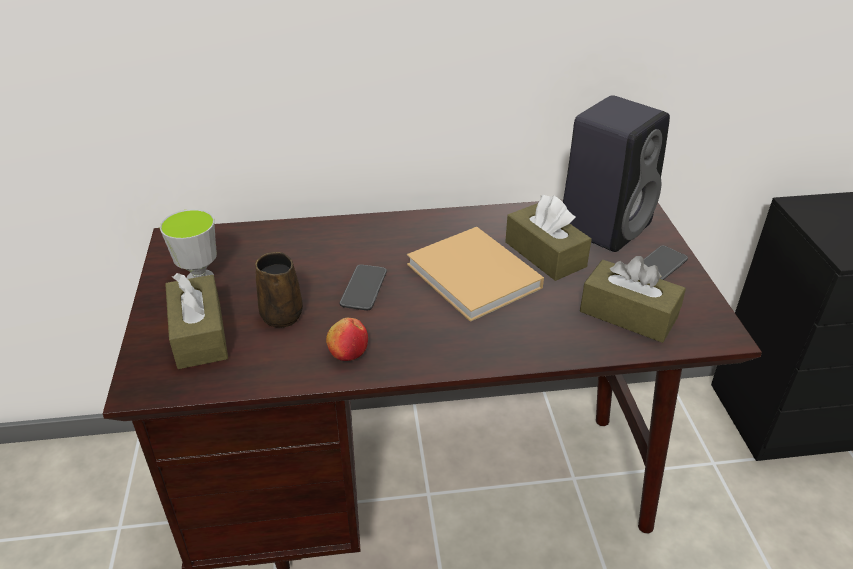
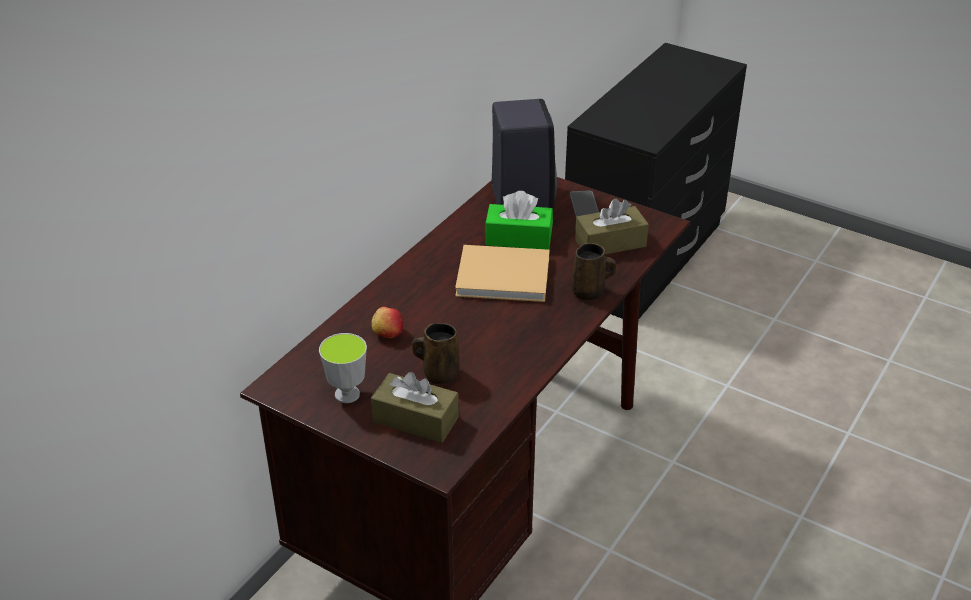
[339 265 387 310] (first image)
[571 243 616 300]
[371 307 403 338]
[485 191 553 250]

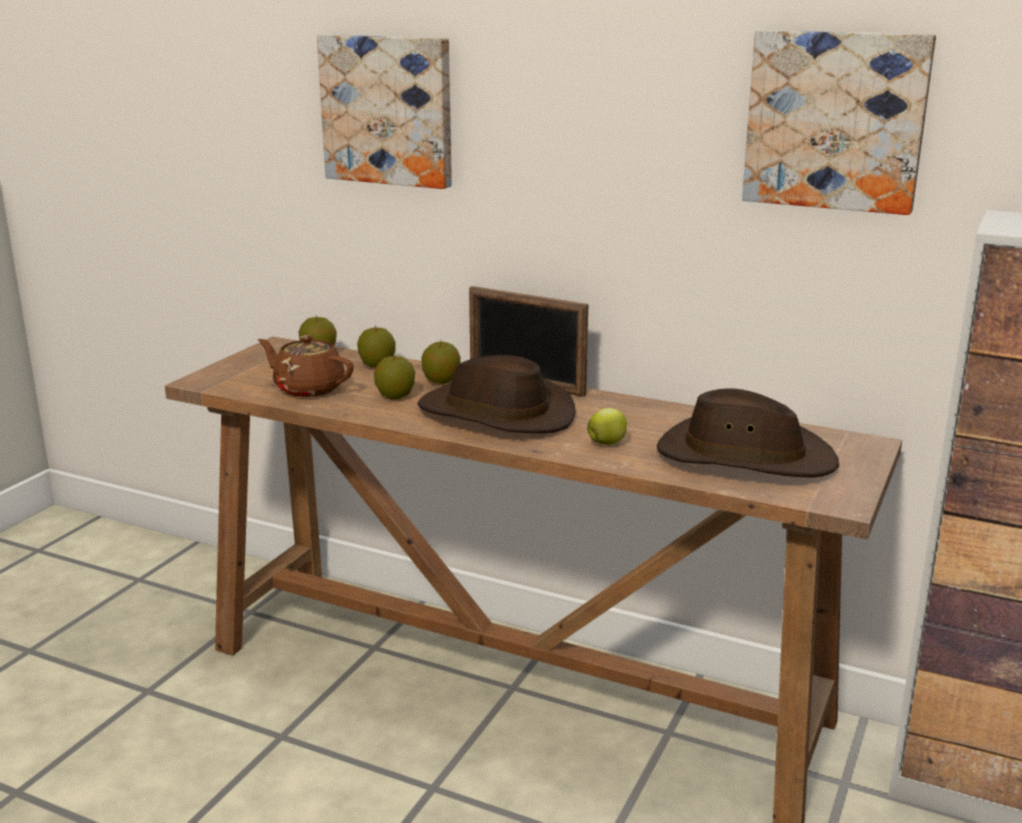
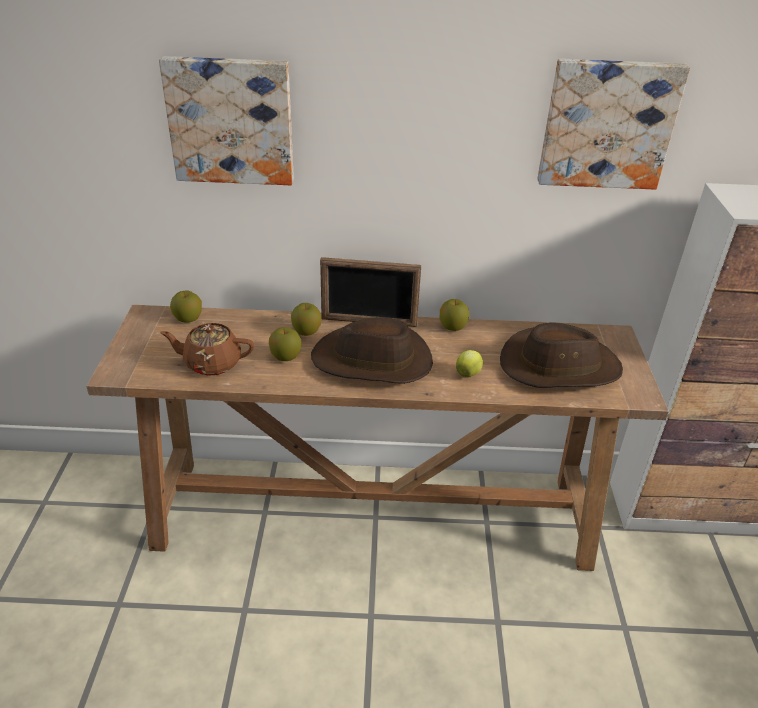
[439 299 470 331]

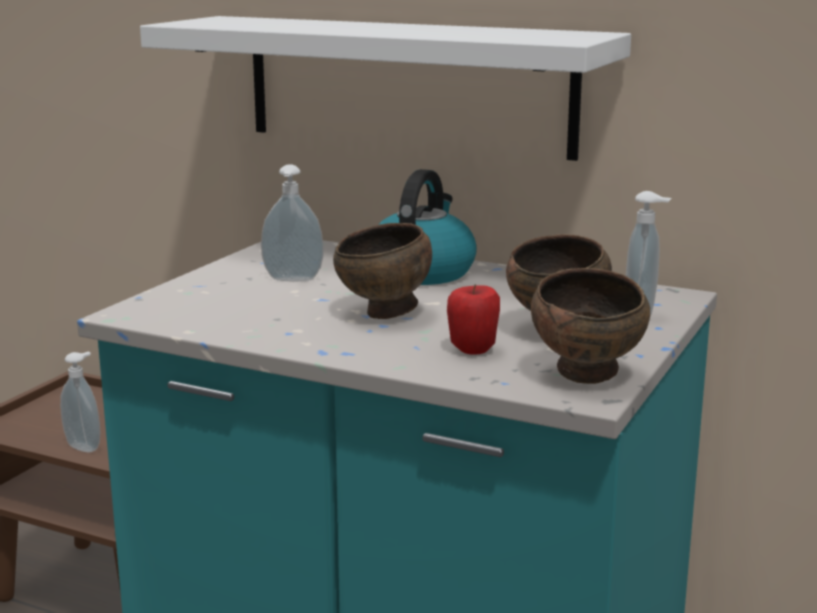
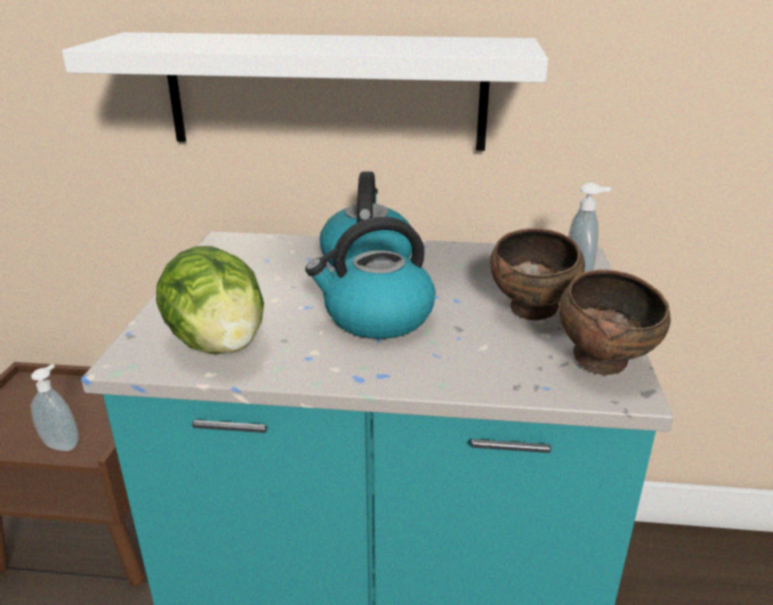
[261 164 324 281] (first image)
[447 284 500 355] (first image)
[156 246 264 354]
[305 217 435 339]

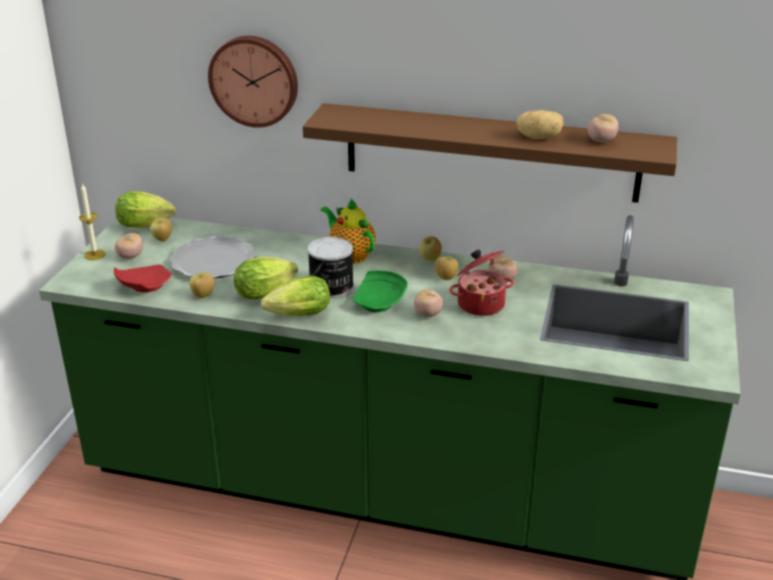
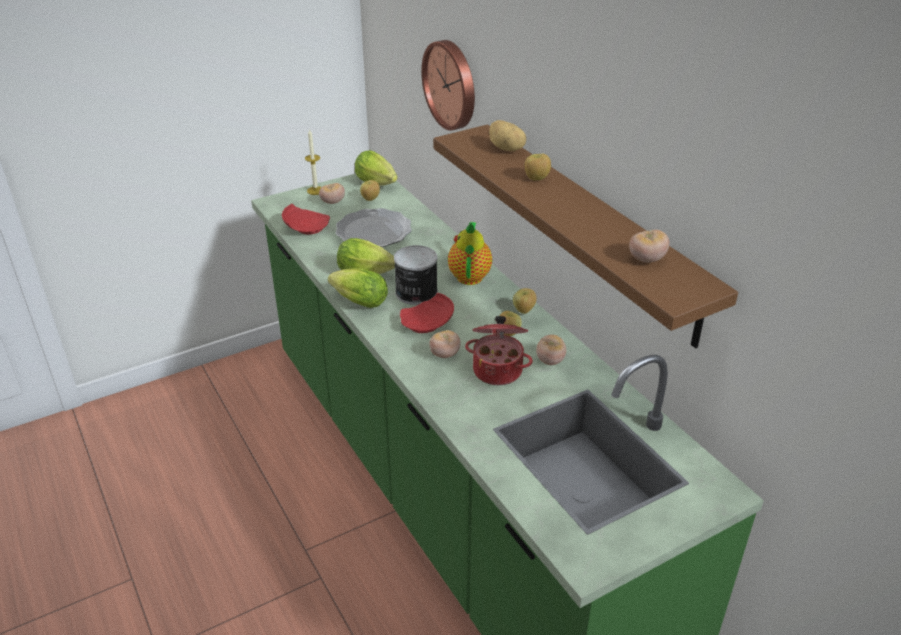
[525 154 551 180]
[489 120 526 151]
[400 293 454 333]

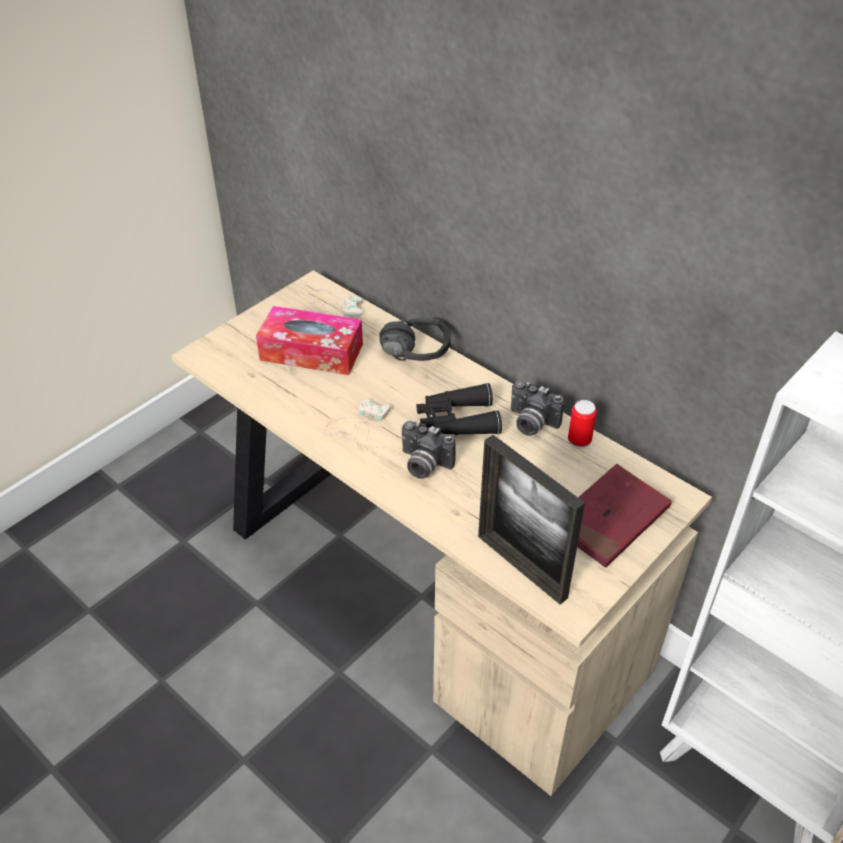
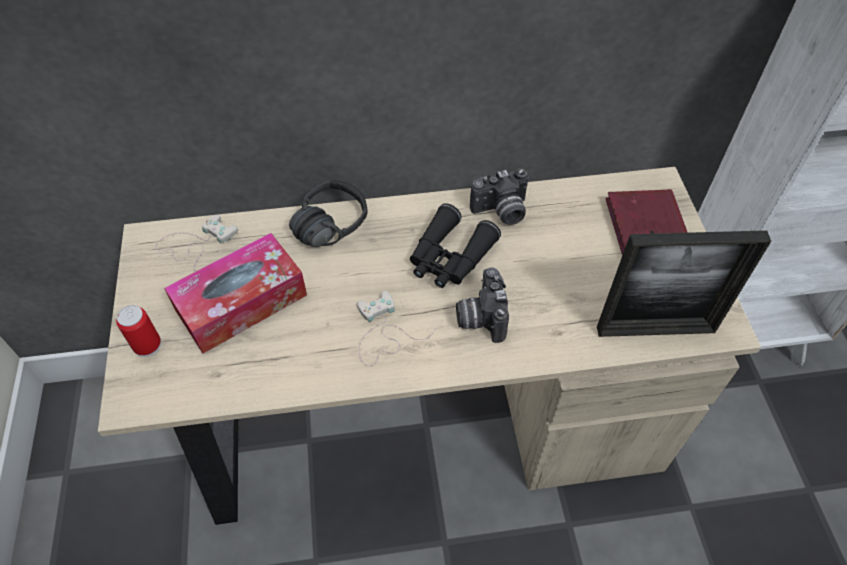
[116 305 161 357]
[456 268 509 343]

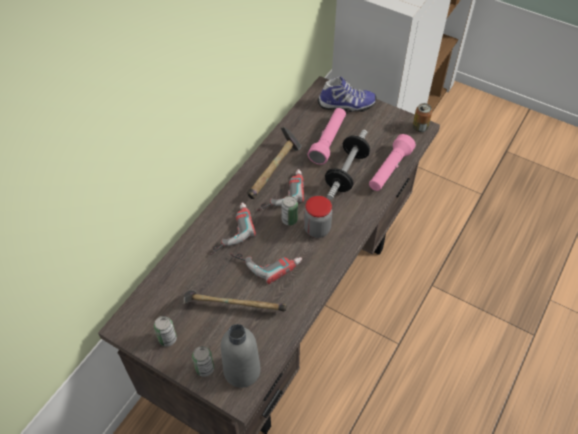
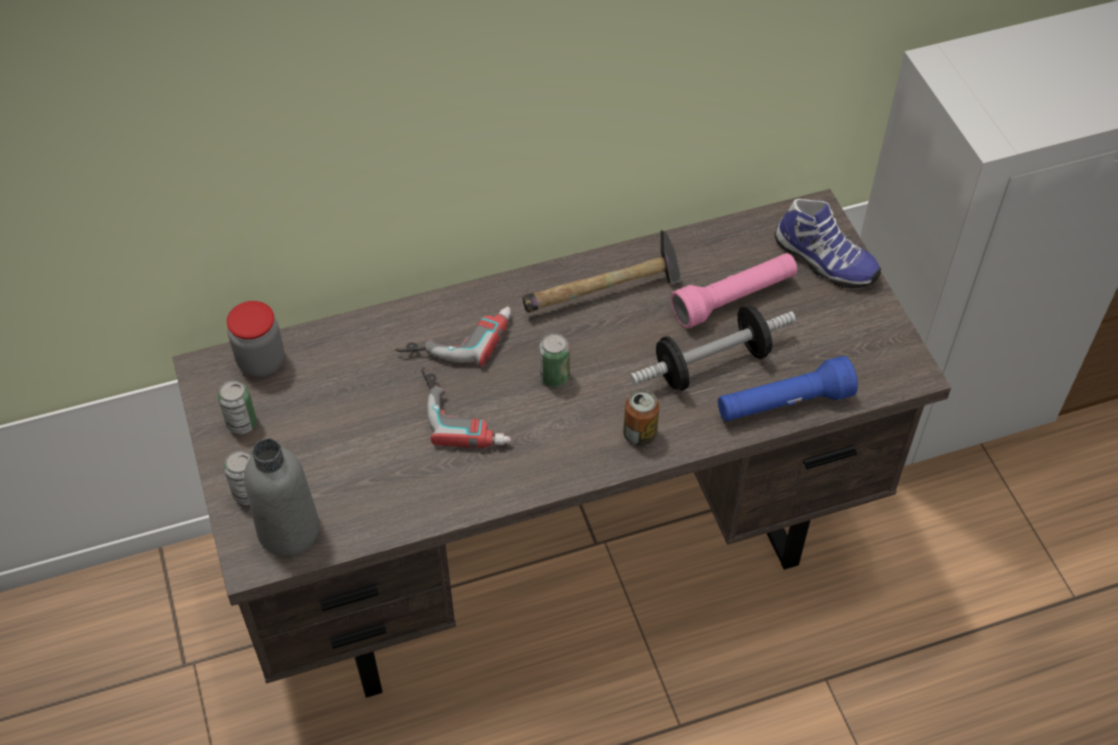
[183 290 287 311] (first image)
[256 169 304 211] (first image)
[227 301 284 377]
[623 389 660 446]
[718 356 858 421]

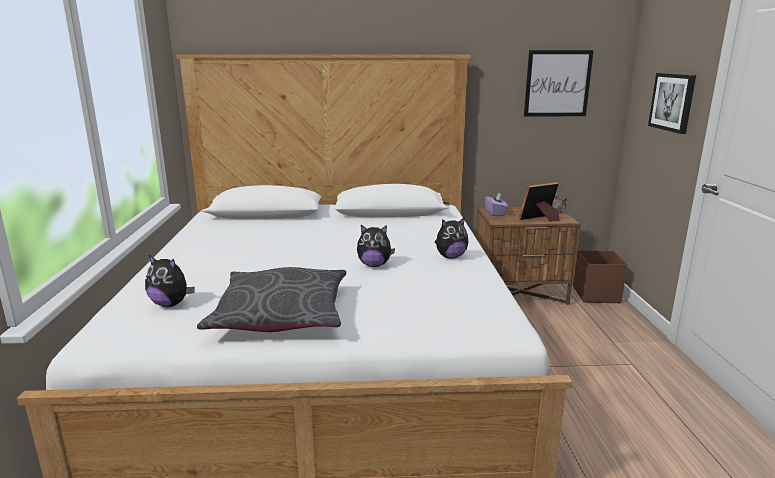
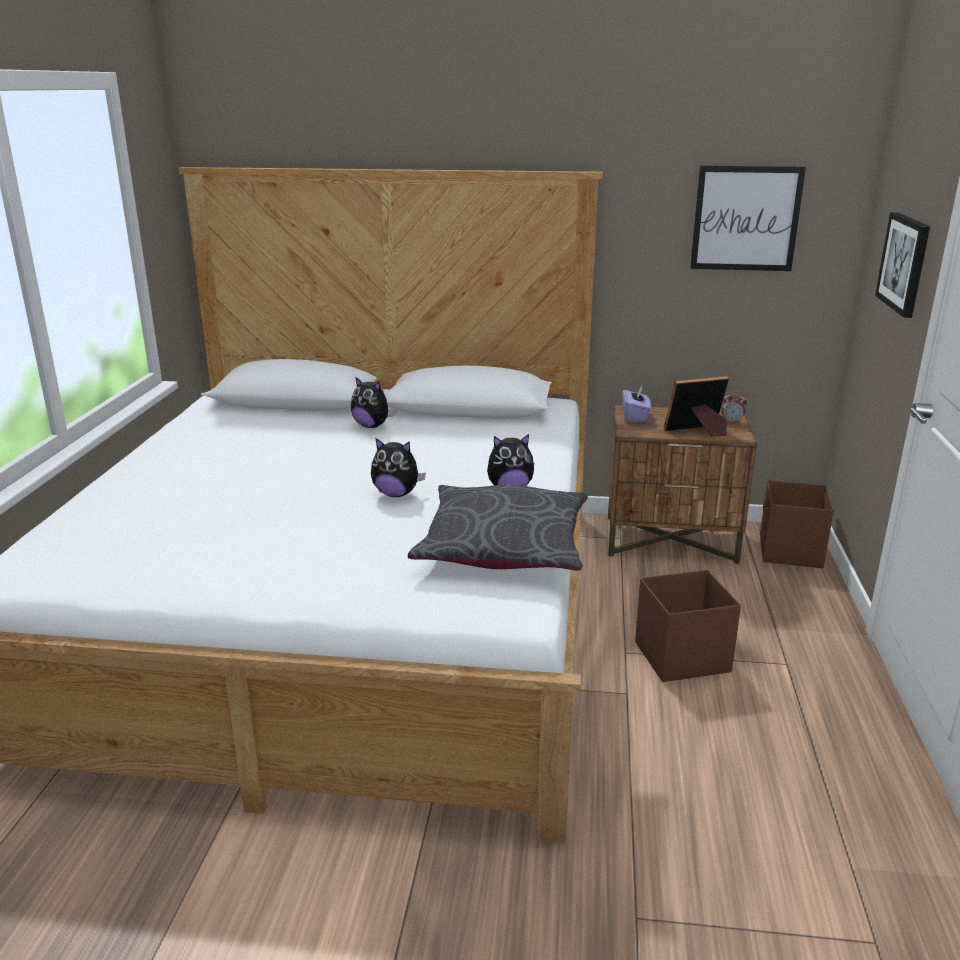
[635 570 741 682]
[351 376 396 428]
[408 485 588 571]

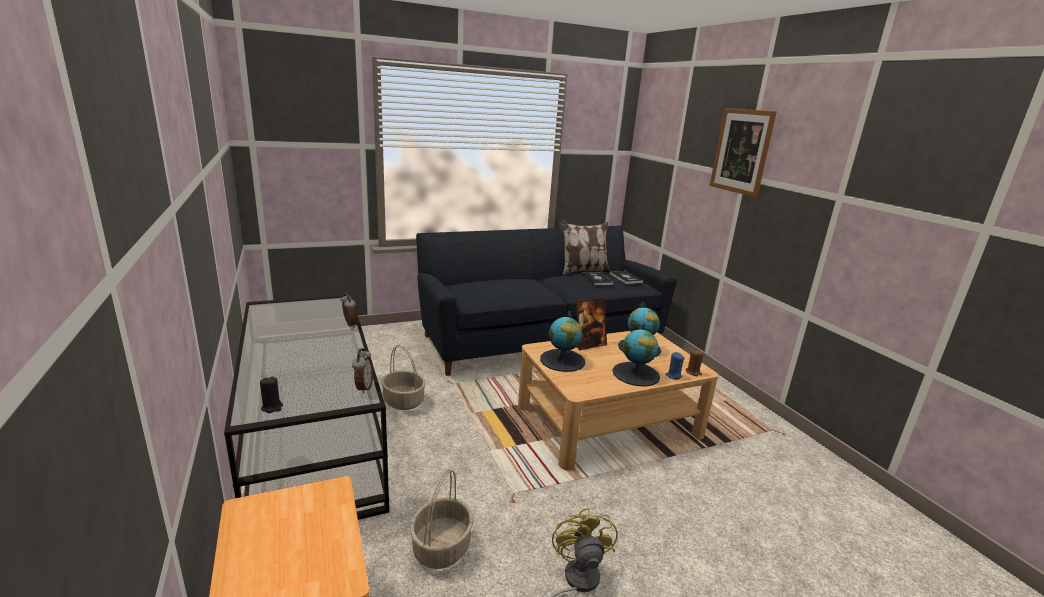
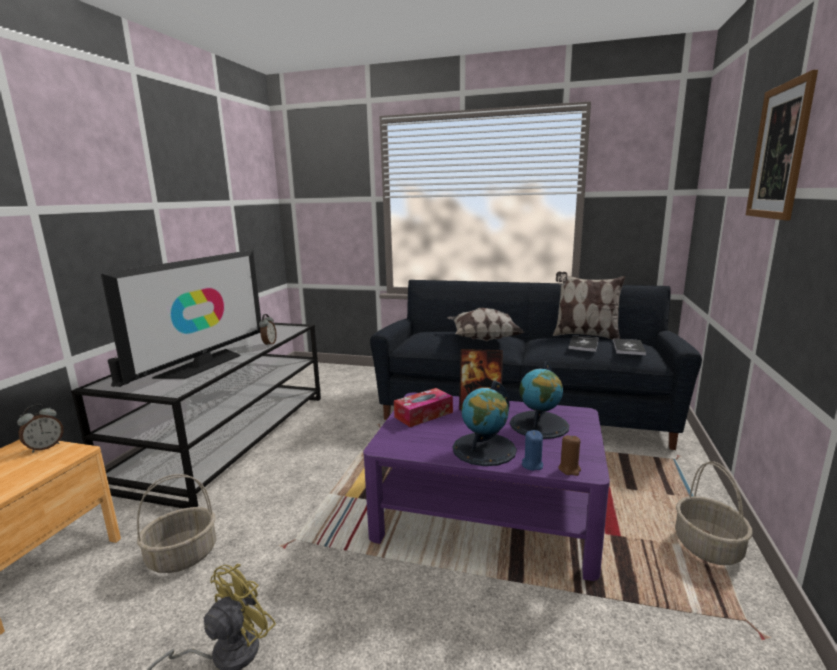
[101 250 261 384]
[447 308 524 342]
[17 404 63 453]
[675 461 753 565]
[394 388 453 427]
[363 393 610 581]

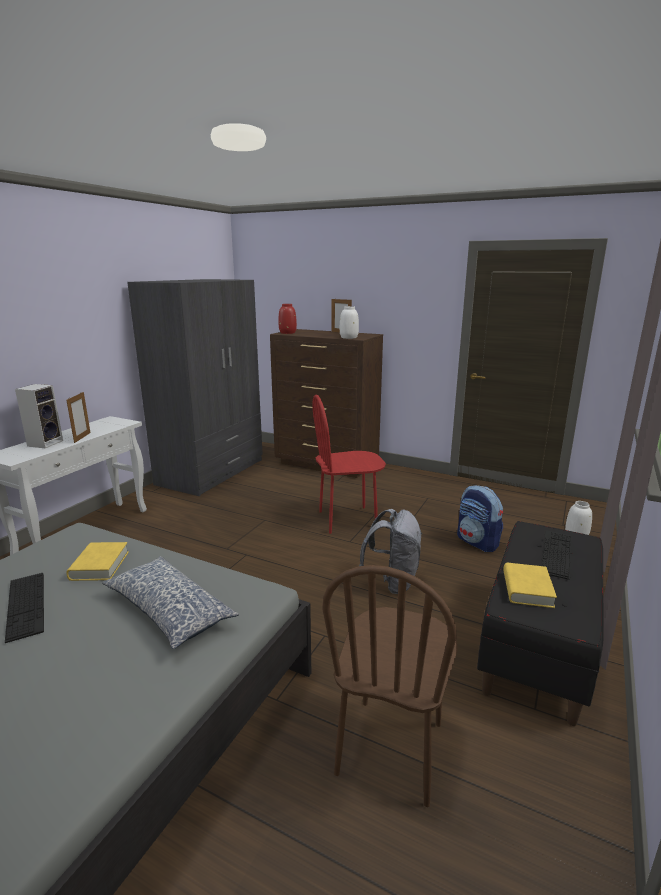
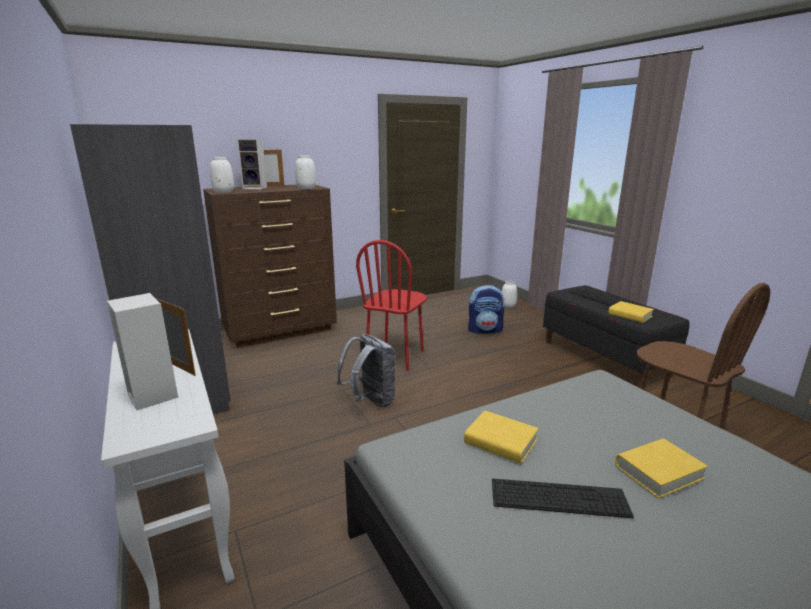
[102 556 239 649] (first image)
[237 139 267 190]
[615 439 708 498]
[336 334 396 408]
[210 157 234 193]

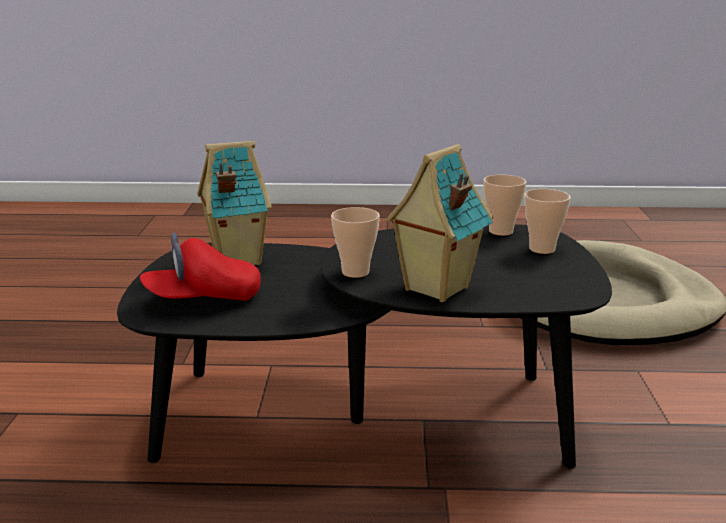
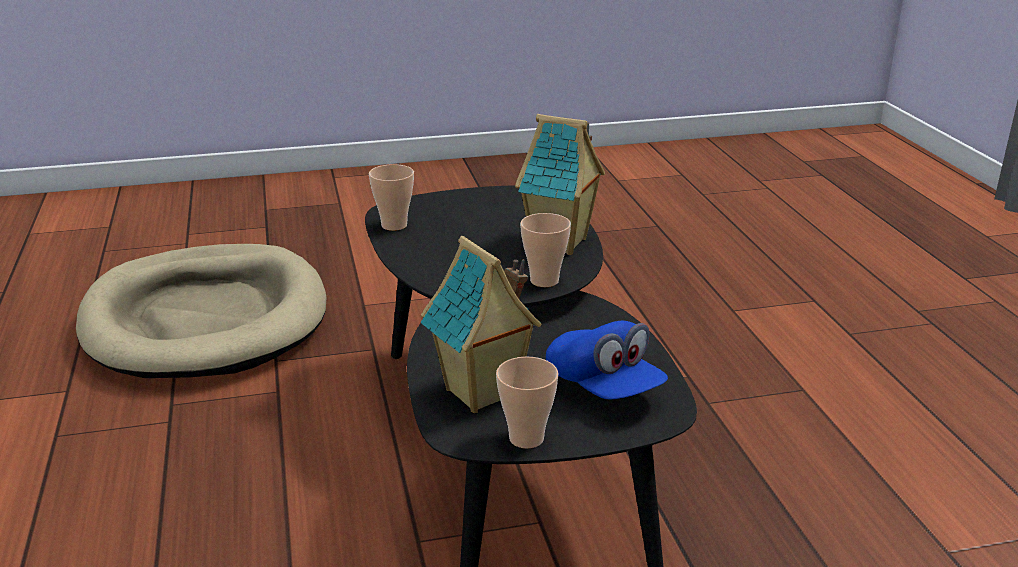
[496 357 558 449]
[546 321 668 399]

